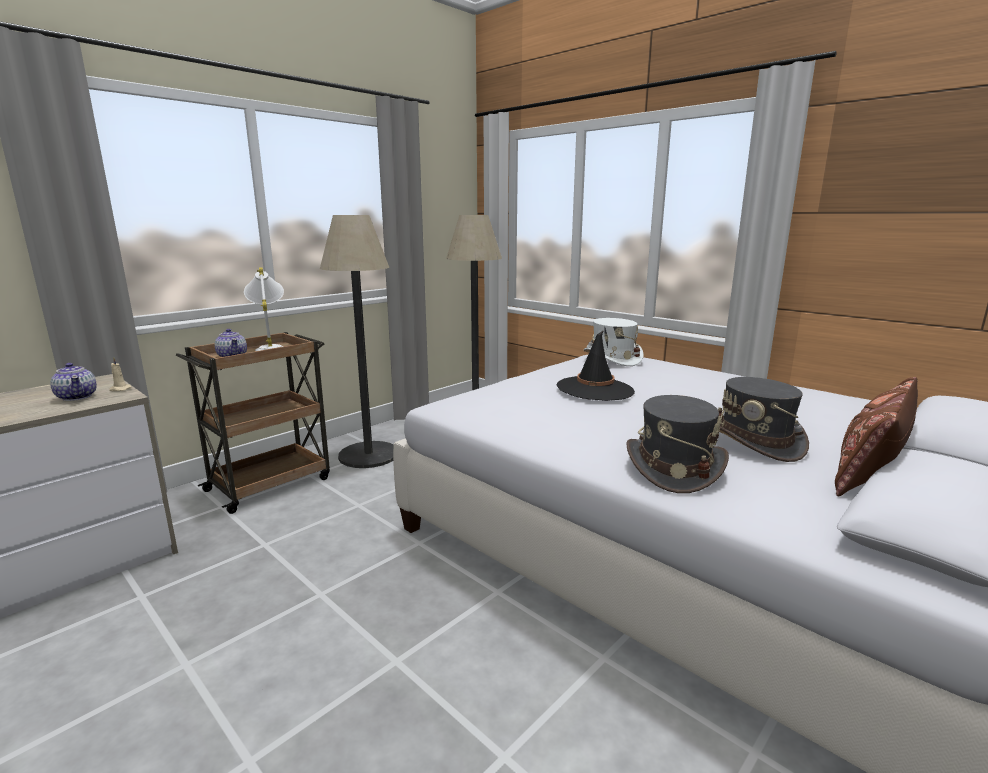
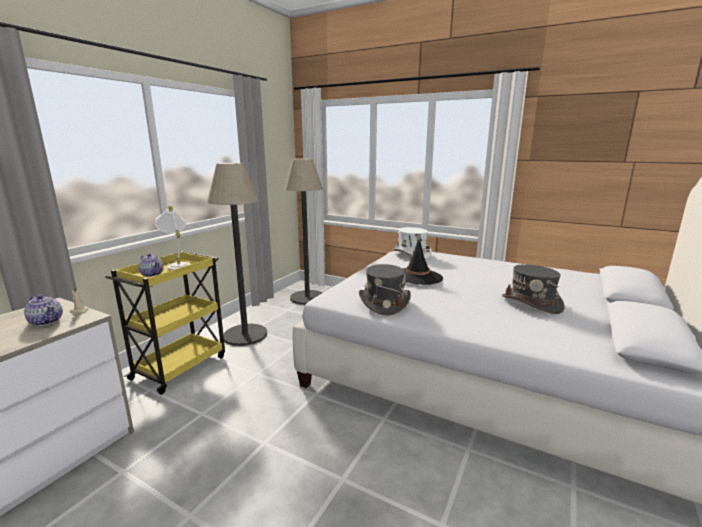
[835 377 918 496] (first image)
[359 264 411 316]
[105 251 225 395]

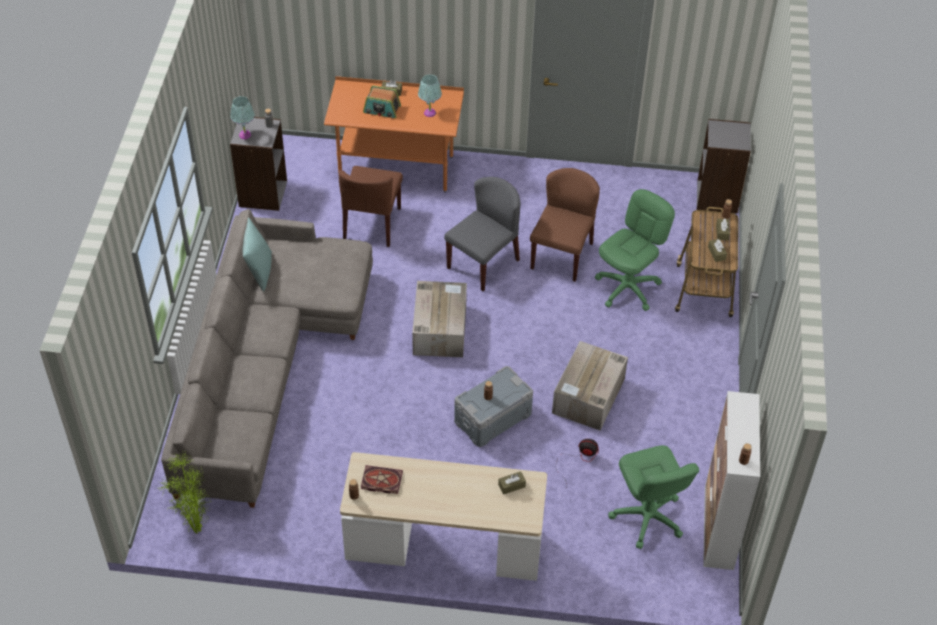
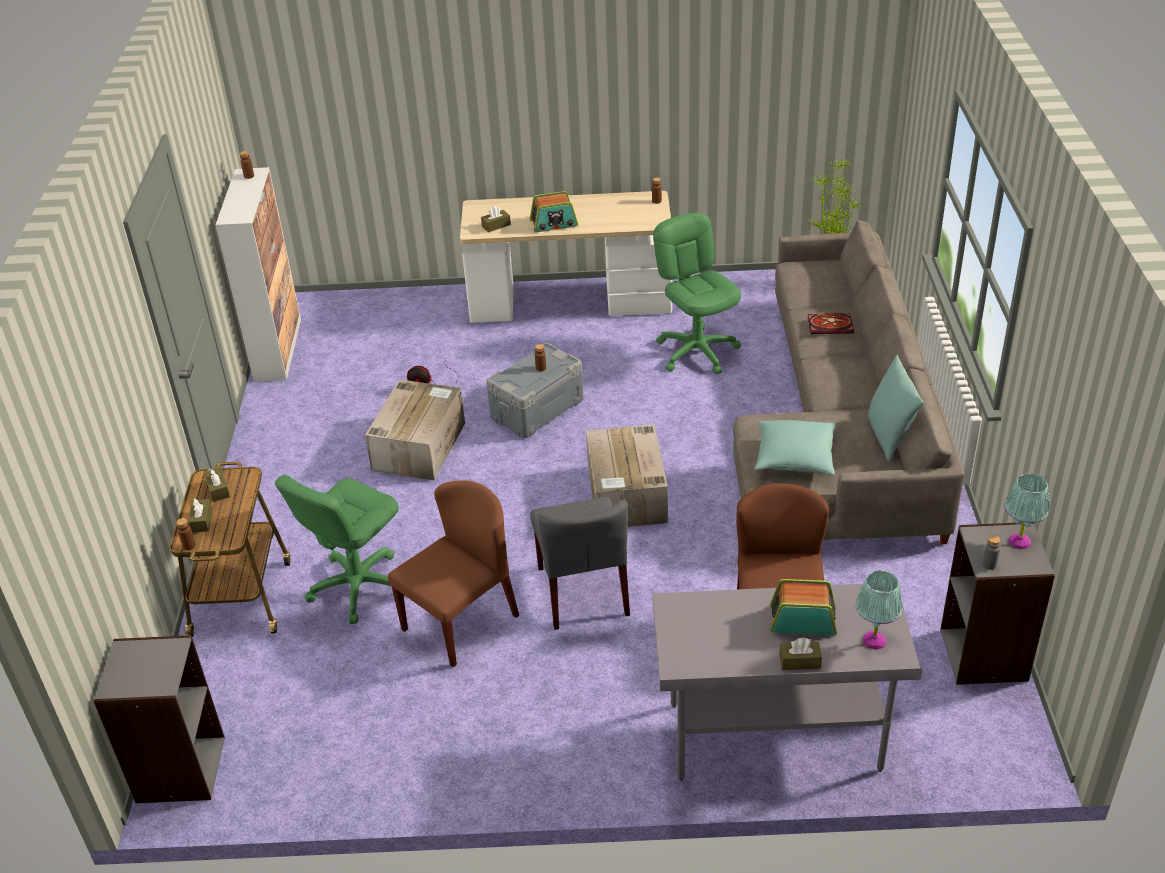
[530 191 578 233]
[754 420 836 476]
[808 313 854 334]
[855 570 903 649]
[653 212 741 374]
[652 584 923 781]
[530 497 630 630]
[388 480 519 667]

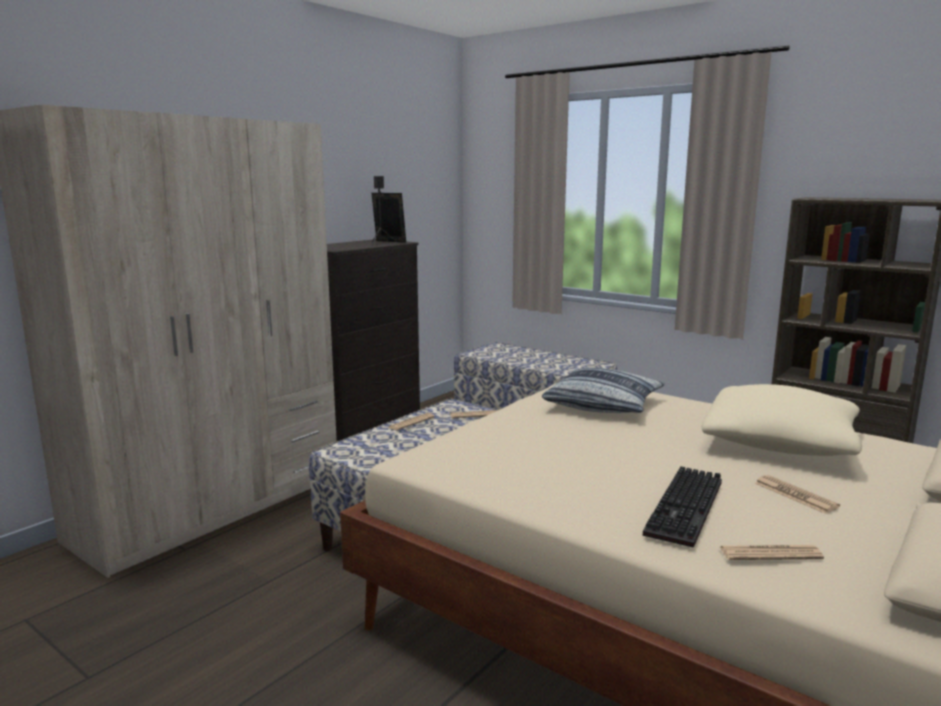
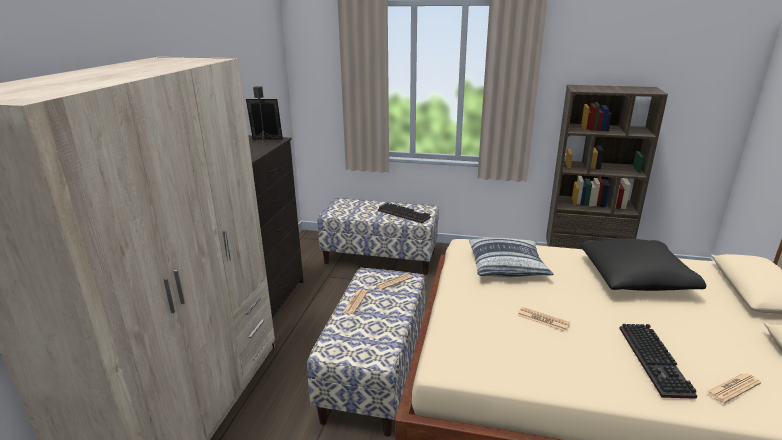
[378 202 431 223]
[517 307 570 332]
[580 239 706 291]

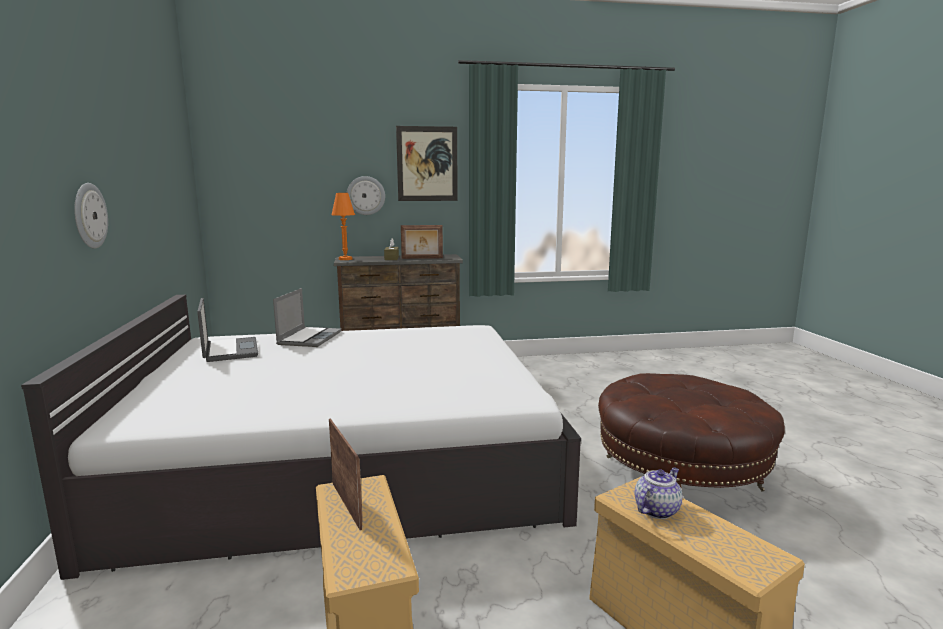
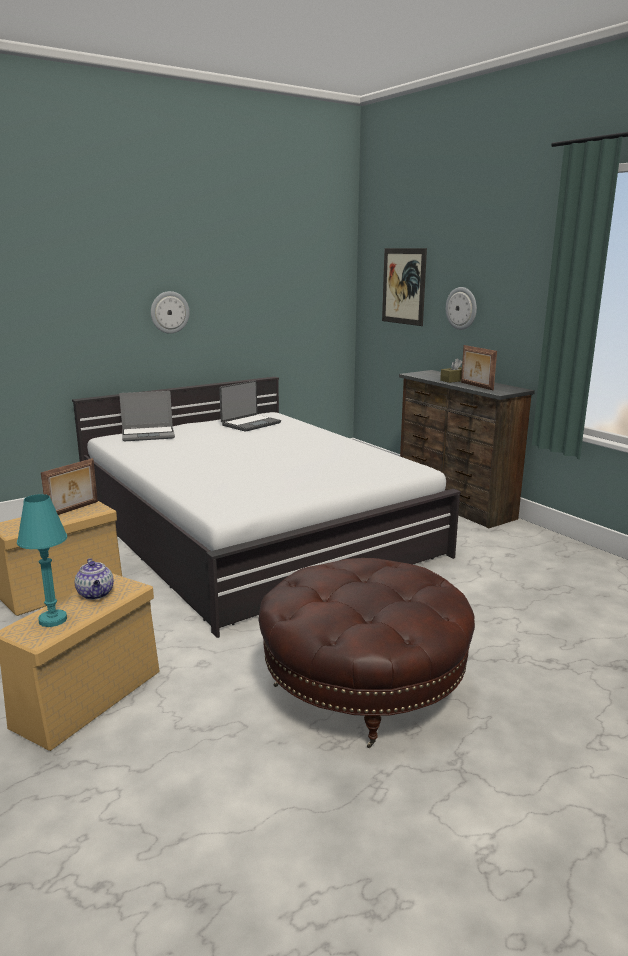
[331 193 355 260] (first image)
[17 494 67 627]
[119 391 175 442]
[382 248 427 326]
[75 558 114 600]

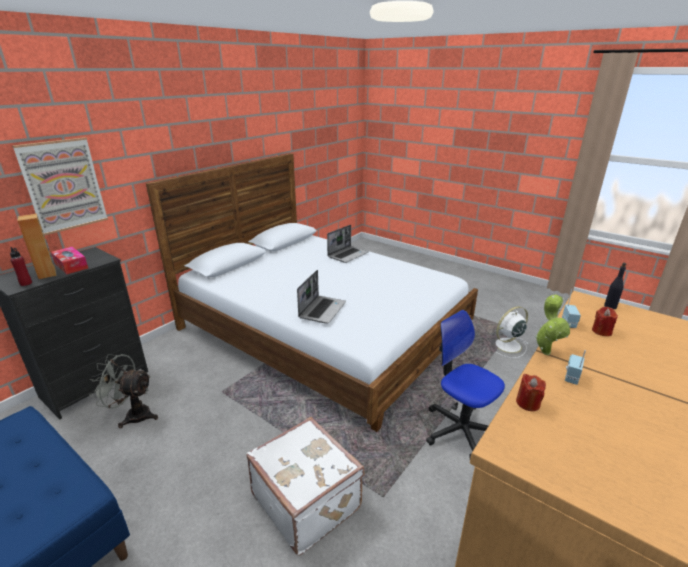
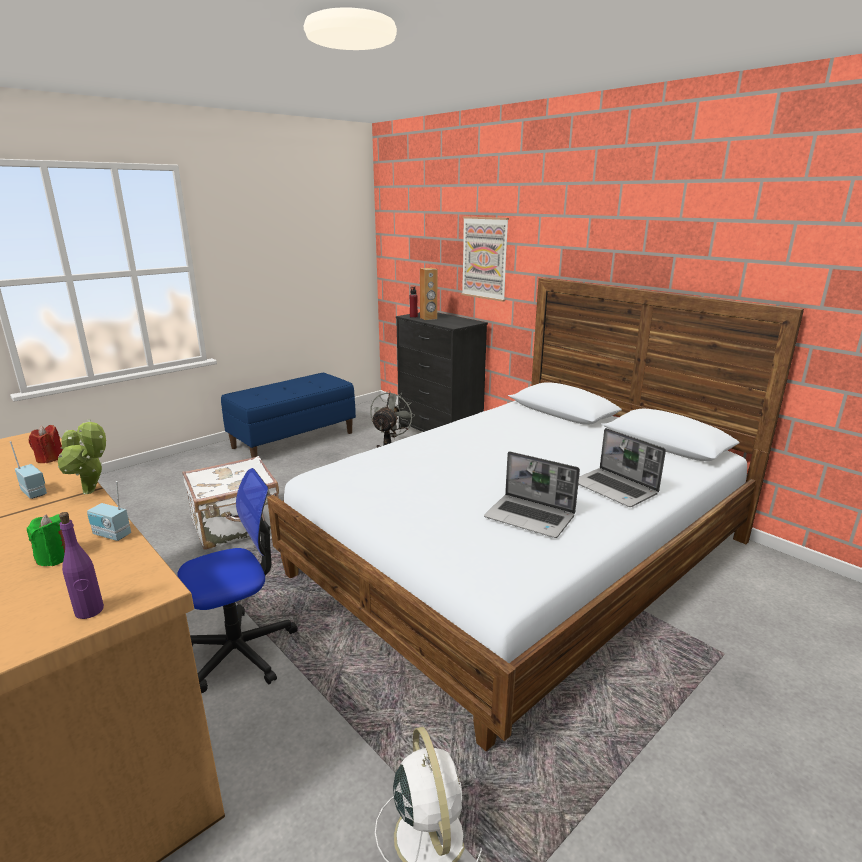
[51 247 88 274] (first image)
[484 451 580 538]
[27 514 65 566]
[59 512 104 619]

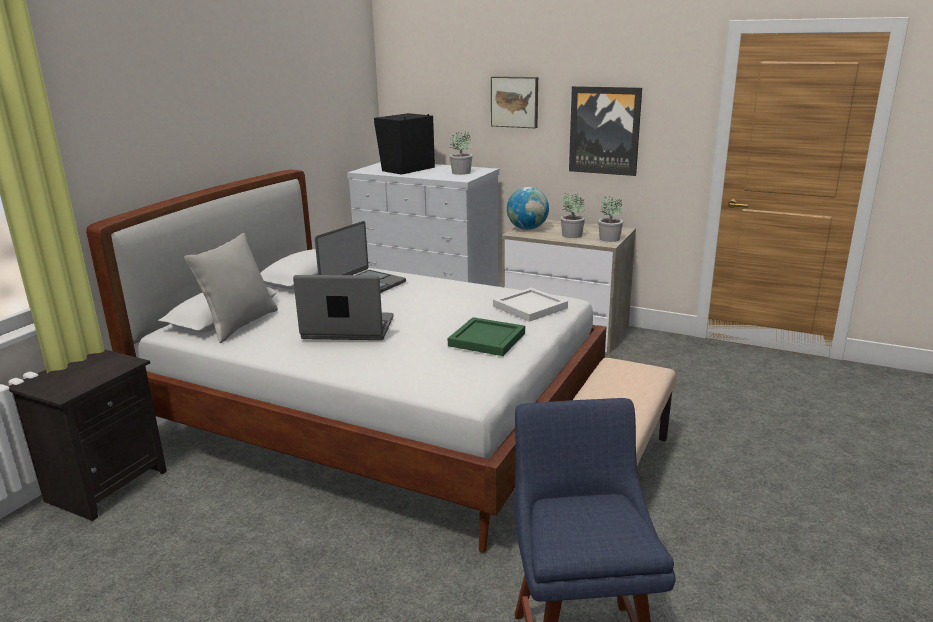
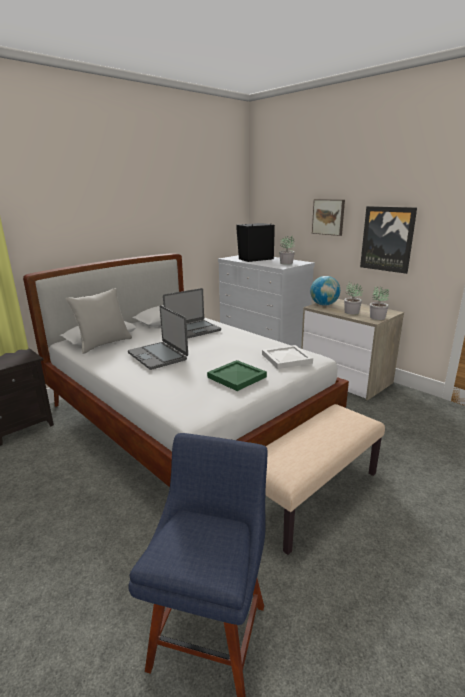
[128 305 188 370]

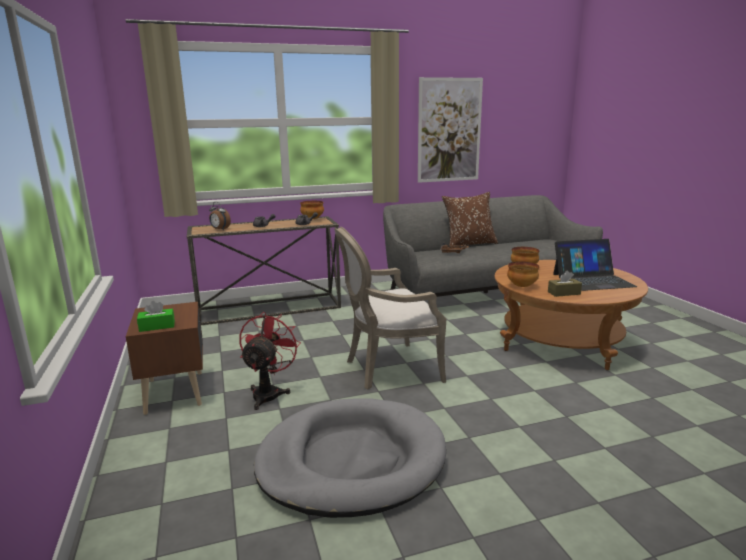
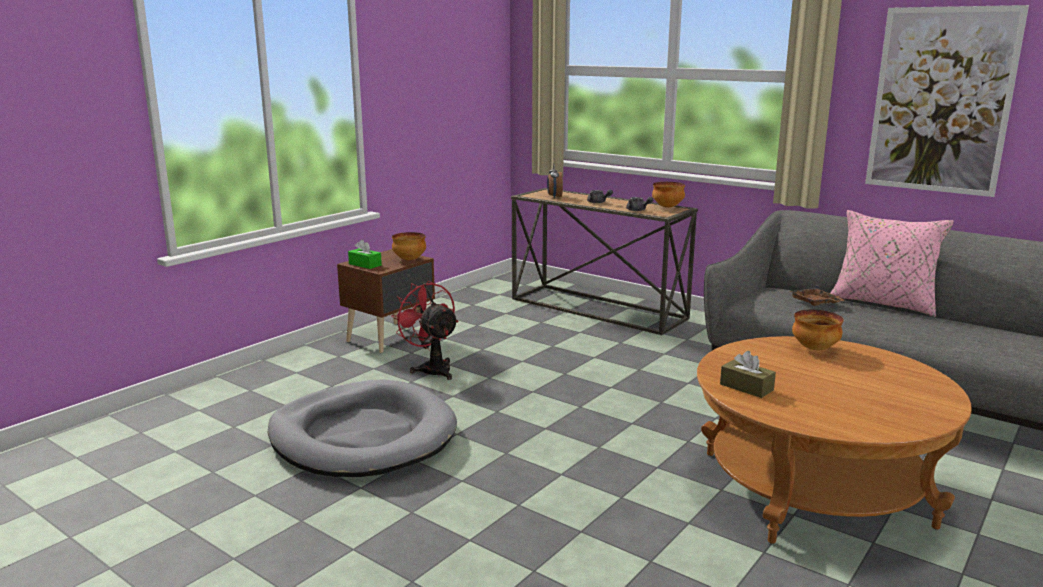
[334 227 446 390] (first image)
[553 239 637 291] (first image)
[392 232 426 260]
[830 210 954 317]
[391 281 458 380]

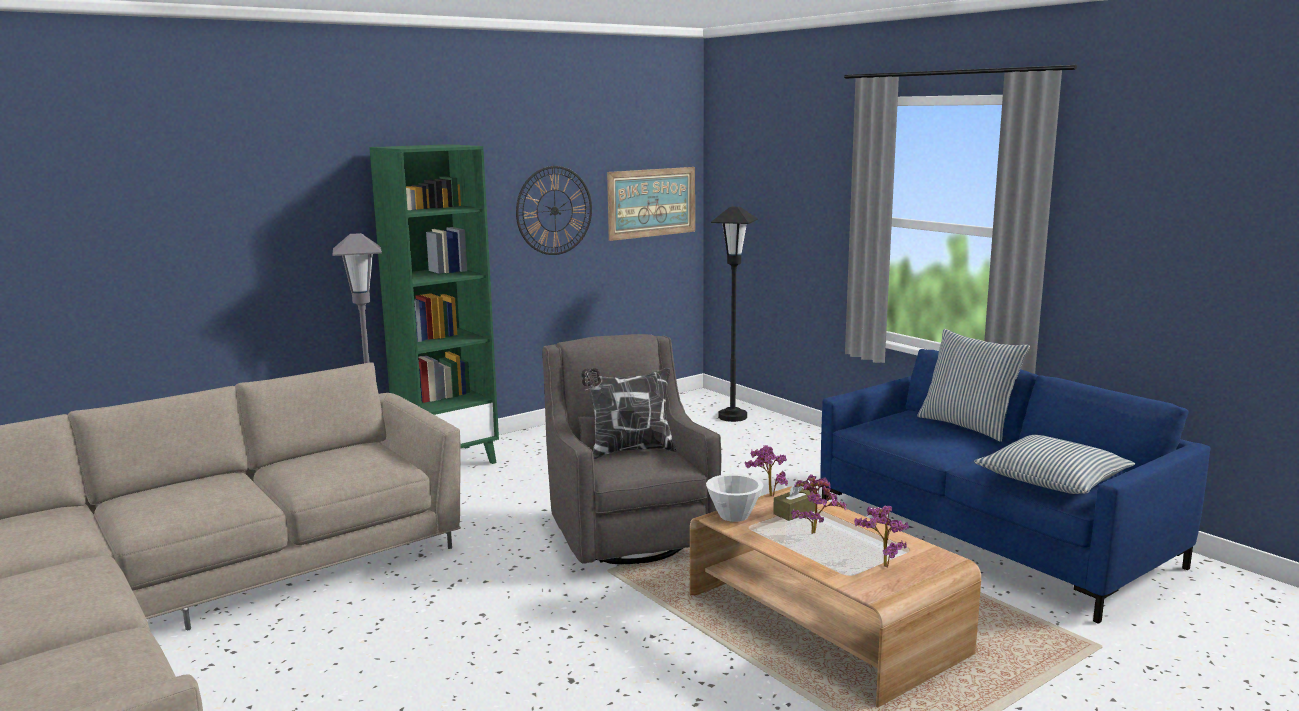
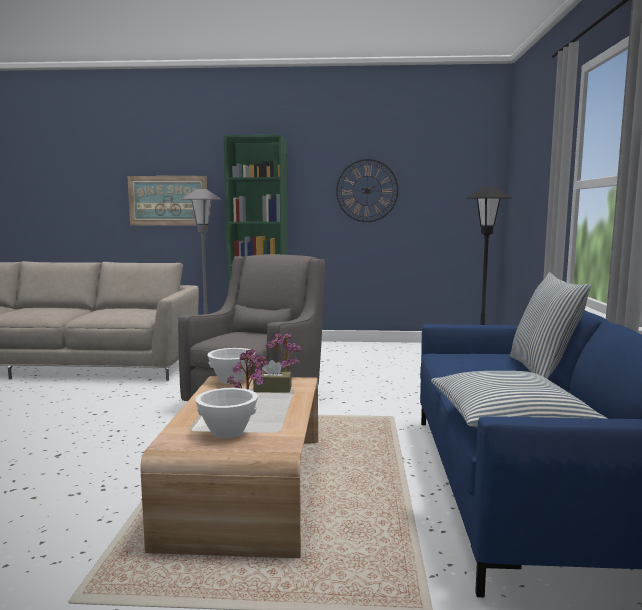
[581 368 677 459] (first image)
[127 176 207 226]
[195 388 258 438]

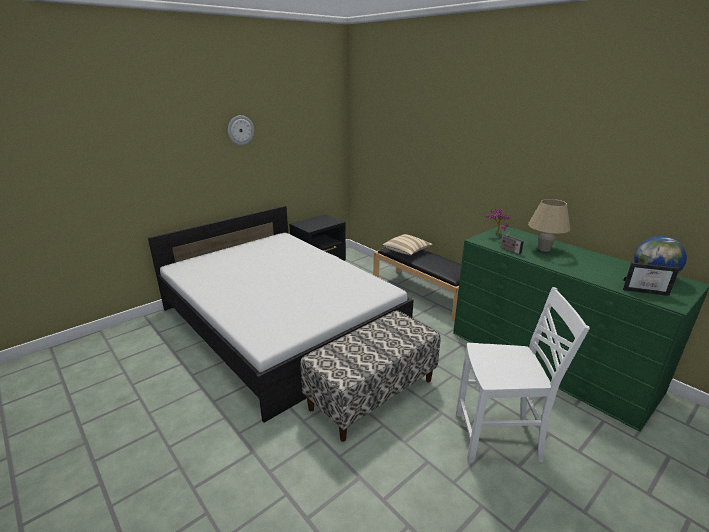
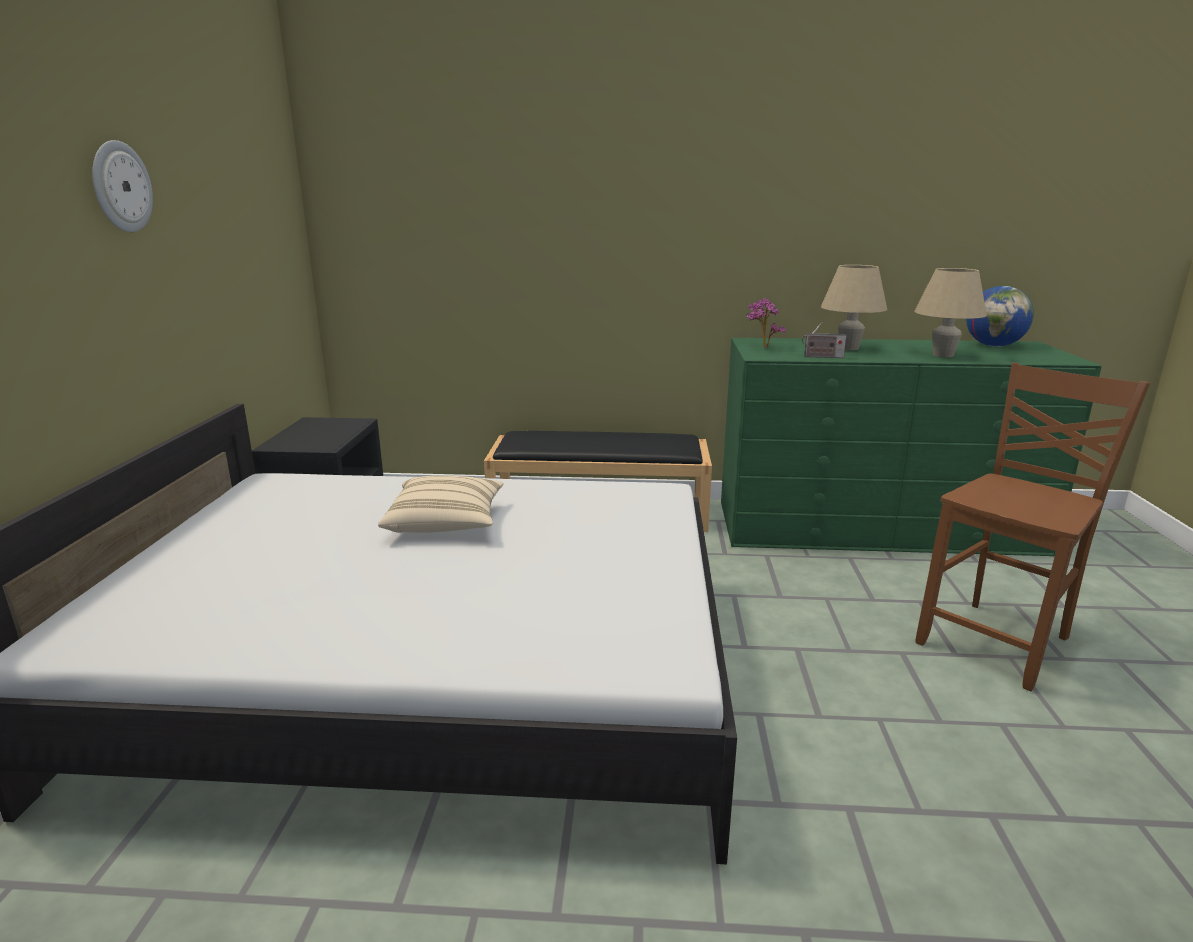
[300 310 440 442] (first image)
[623 263 679 296] (first image)
[914 268 987 357]
[378 476 504 533]
[915 363 1150 691]

